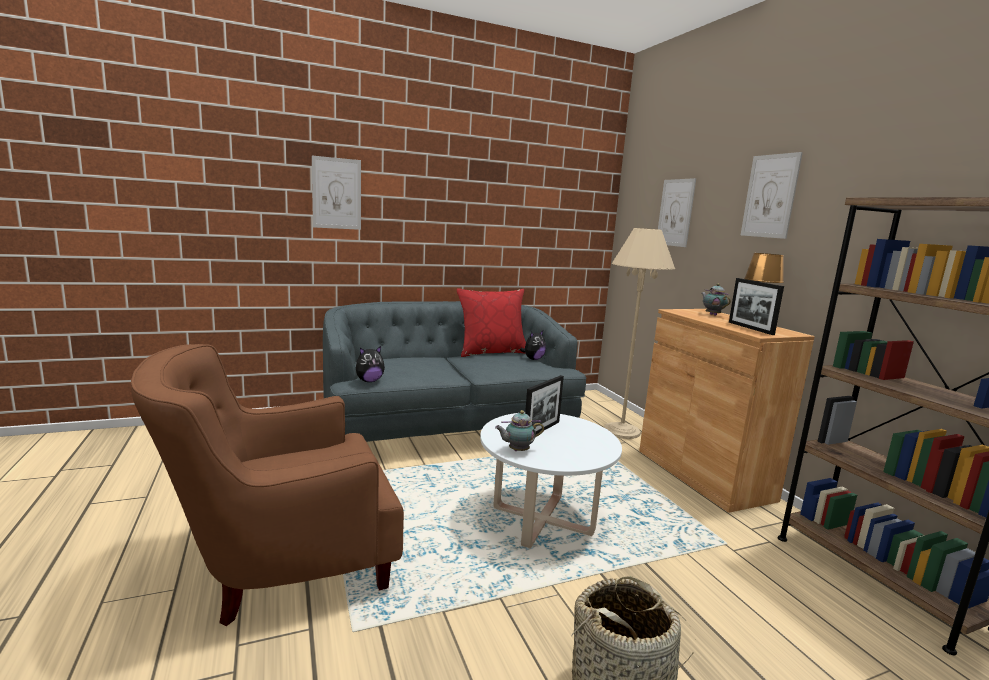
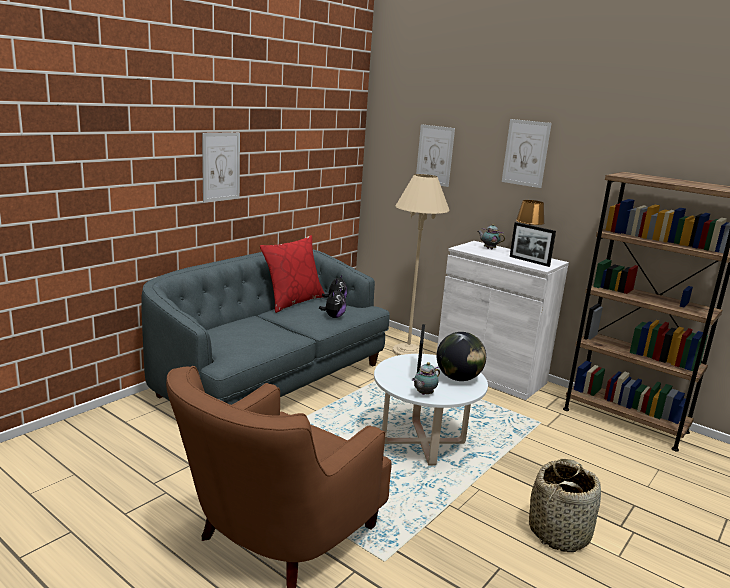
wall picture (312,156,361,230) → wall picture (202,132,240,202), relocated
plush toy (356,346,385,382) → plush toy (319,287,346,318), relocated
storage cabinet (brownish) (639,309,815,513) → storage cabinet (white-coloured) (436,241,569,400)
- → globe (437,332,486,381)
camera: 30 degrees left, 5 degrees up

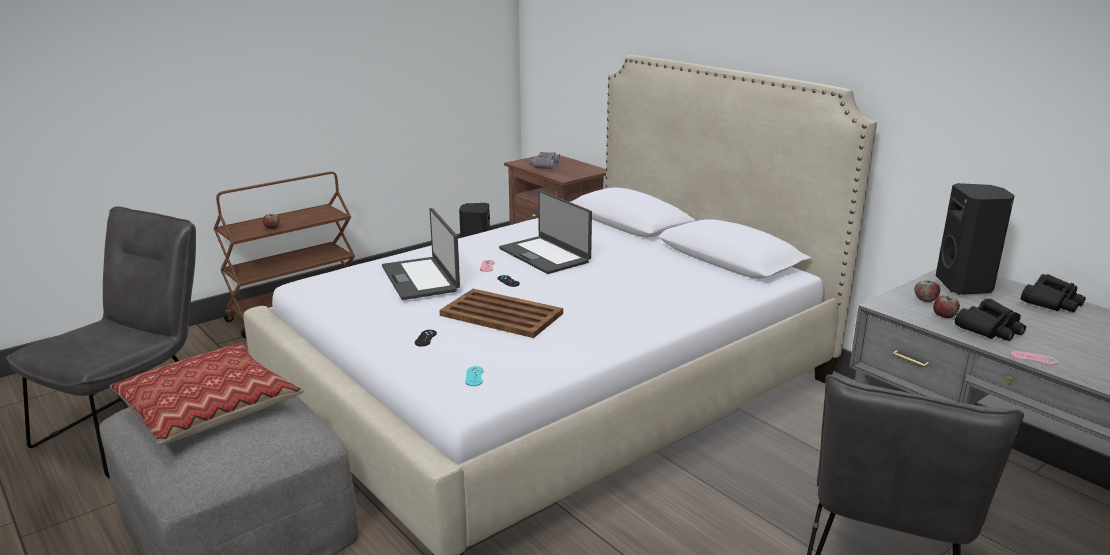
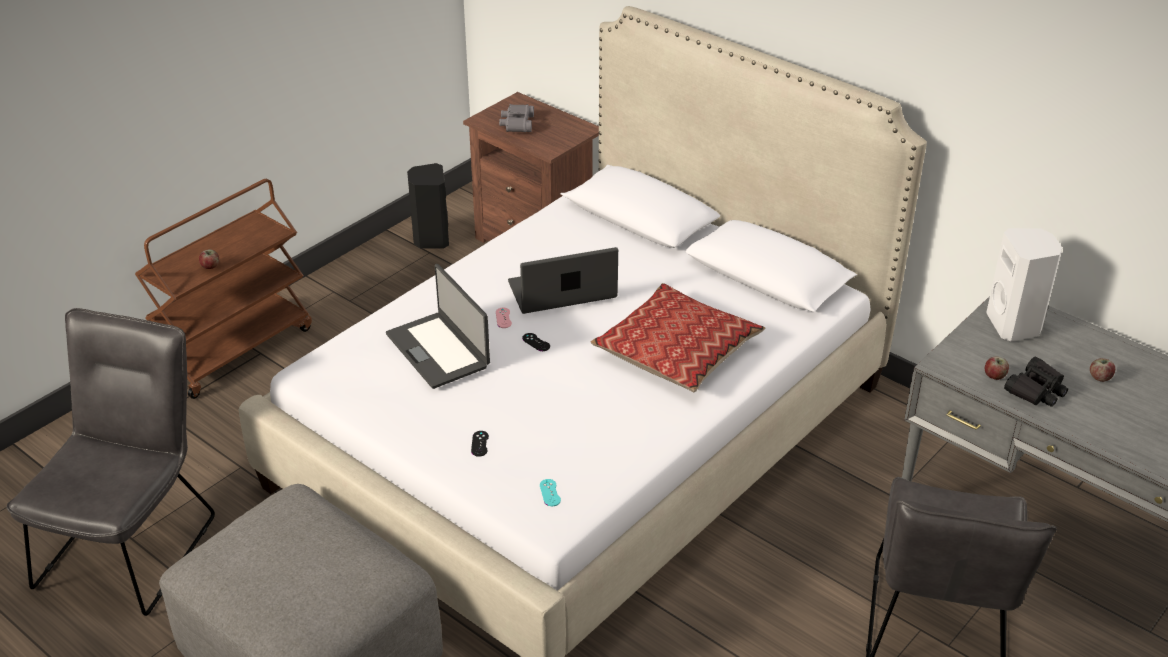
portable computer (499,190,592,274) → portable computer (508,247,618,314), 120 degrees clockwise
throw pillow (110,342,303,446) → throw pillow (591,283,766,392), relocated
speaker (black) (936,183,1015,295) → speaker (white-coloured) (986,228,1062,341)
apple (914,280,940,302) → apple (1090,358,1115,382), relocated
serving tray (brownish) (439,289,563,338) → -
game controller (pinkish) (1011,351,1058,365) → -
field glasses (black) (1021,274,1086,312) → -
camera: 10 degrees left, 15 degrees up

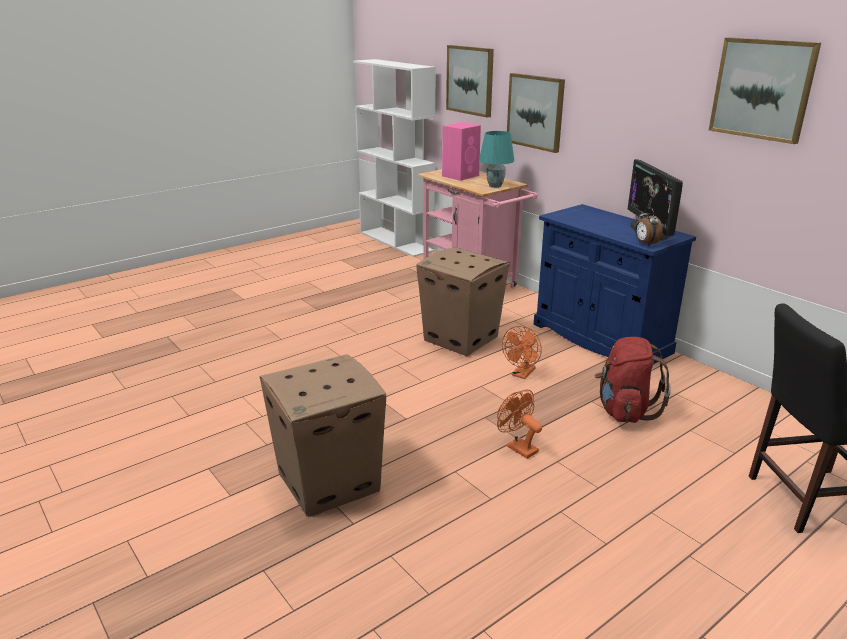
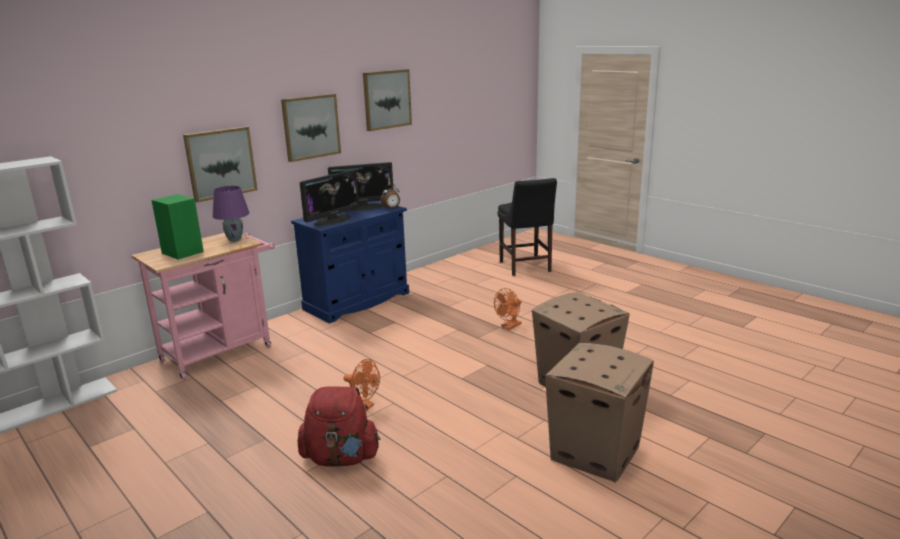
speaker (pinkish) (442,122,481,181) → speaker (greenish) (151,194,204,260)
table lamp (turquoise-coloured) (479,131,514,188) → table lamp (purplish) (213,186,249,242)
wall picture (446,45,494,118) → wall picture (281,94,341,162), relocated
rucksack (reddish) (595,337,671,423) → rucksack (reddish) (298,386,380,467), relocated
- → computer display (300,169,359,226)
fan (orange) (502,326,542,379) → fan (orange) (344,359,380,411), relocated
packing box (416,248,510,356) → packing box (545,343,654,483), relocated
camera: 95 degrees left, 5 degrees down

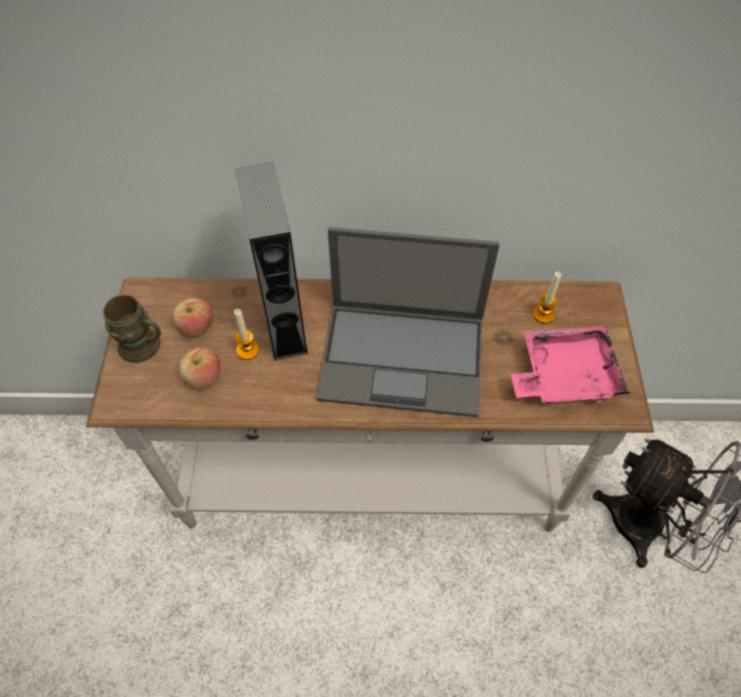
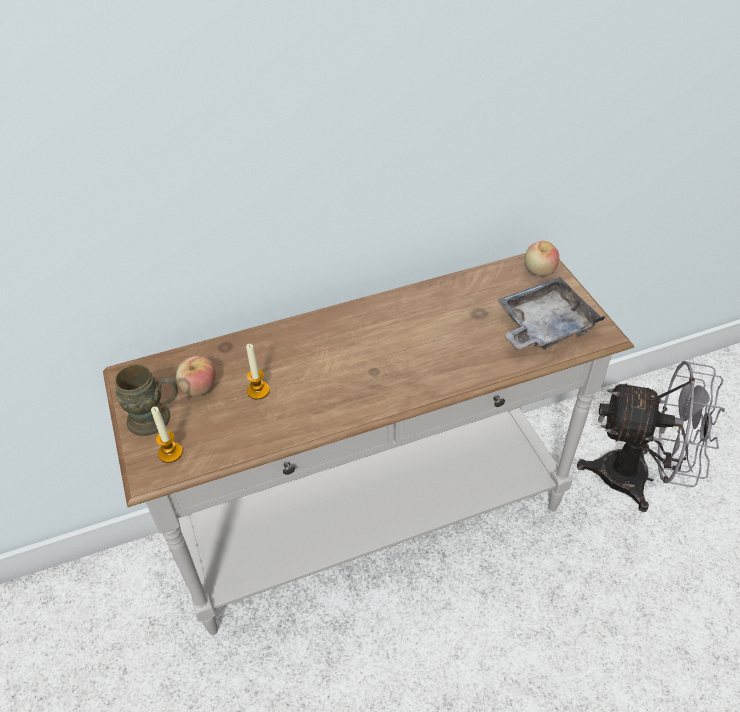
candle (533,272,561,323) → candle (151,407,183,463), relocated
serving tray (pinkish) (511,326,630,404) → serving tray (greyish) (497,277,605,349)
apple (179,347,220,390) → apple (525,241,559,276), relocated
speaker (greyish) (236,162,308,361) → -
portable computer (317,227,500,417) → -
camera: 20 degrees left, 10 degrees down

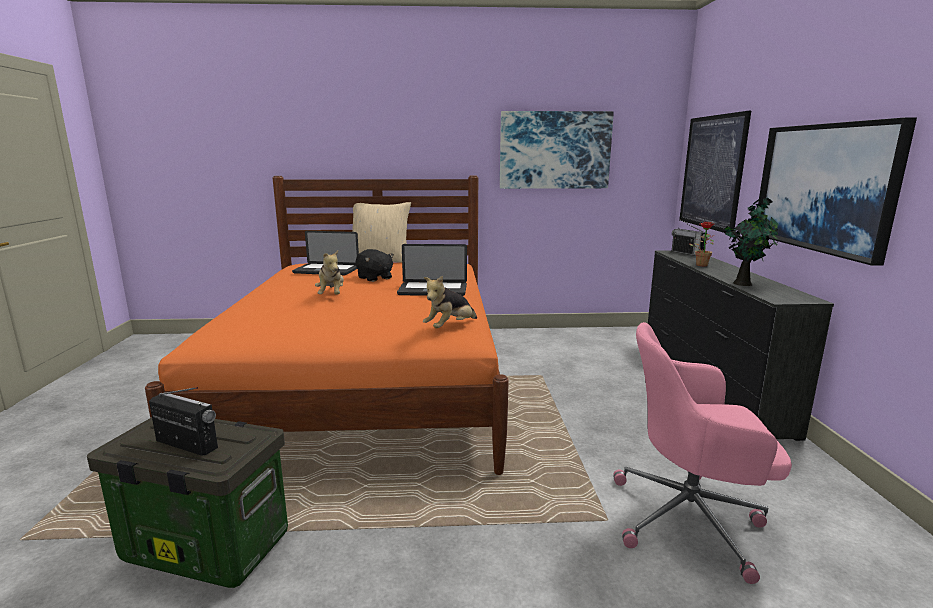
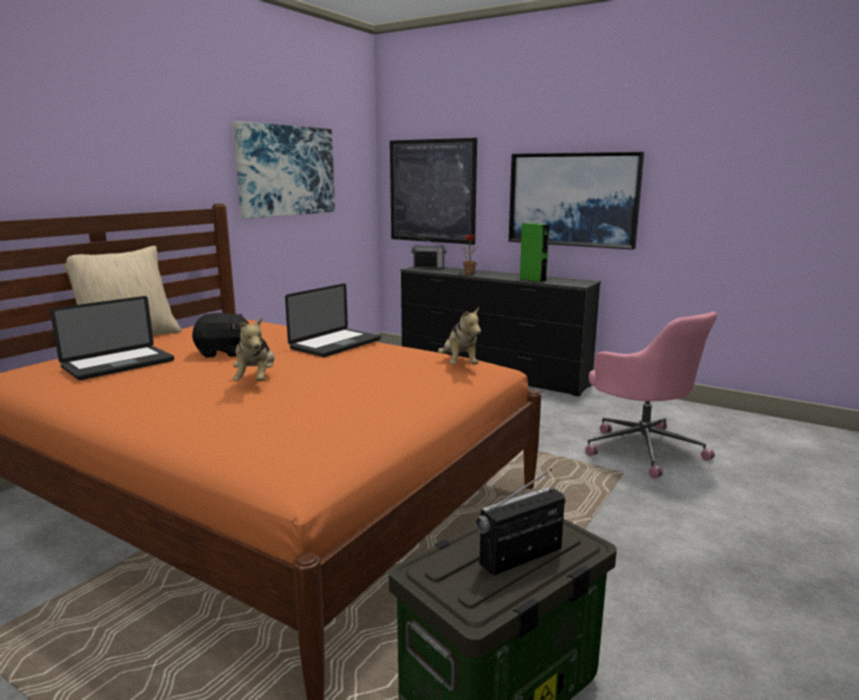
plush toy (315,250,344,294) → plush toy (233,317,275,381), 60 degrees clockwise
potted plant (724,198,778,286) → speaker (greenish) (520,223,549,282)
computer chair (pinkish) (613,322,792,584) → computer chair (pinkish) (585,312,717,478), 75 degrees counterclockwise
camera: 55 degrees left, 0 degrees up

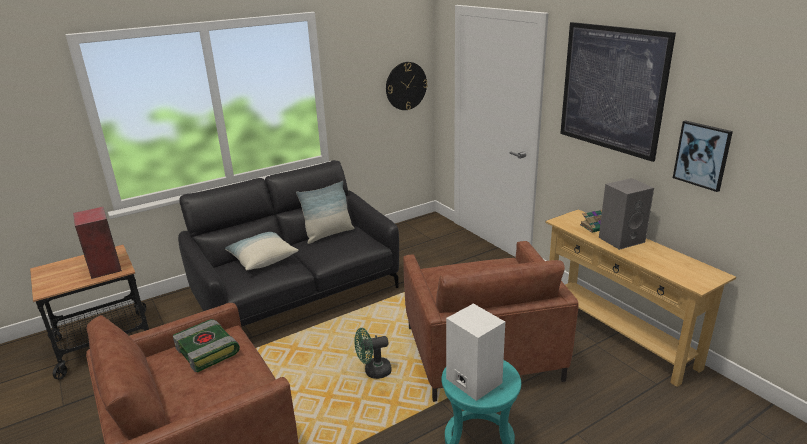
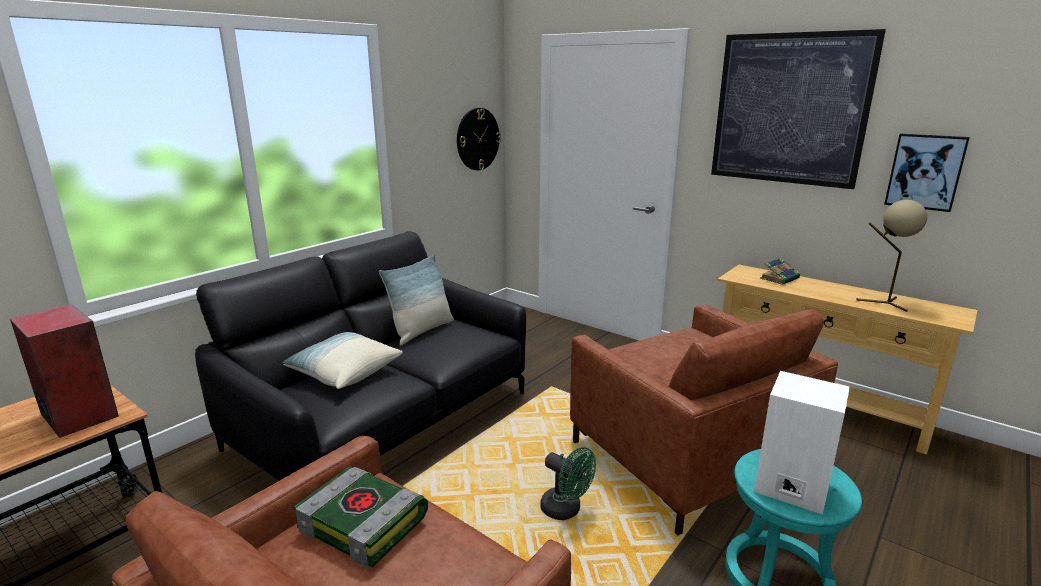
fan (greenish) (354,328,392,379) → fan (greenish) (540,447,596,520), 105 degrees counterclockwise
- → table lamp (beige) (856,200,927,312)
speaker (greyish) (599,178,654,250) → -
camera: 20 degrees left, 5 degrees down

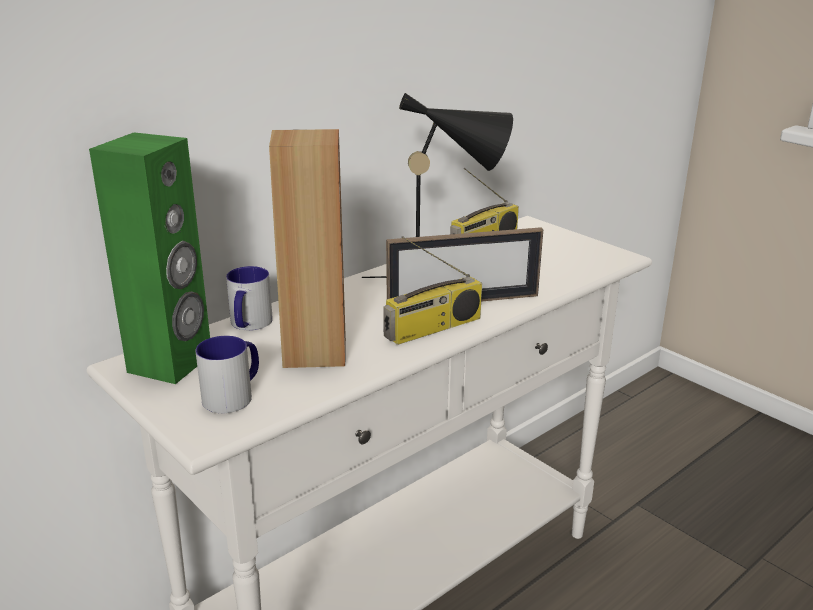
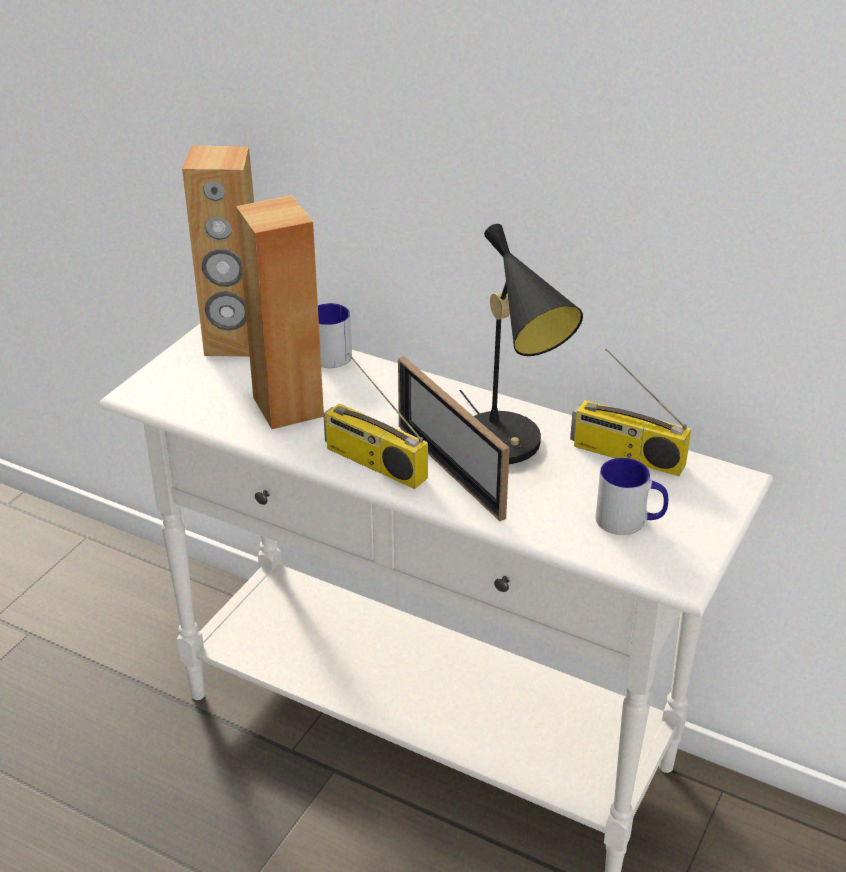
speaker (greenish) (89,132,210,384) → speaker (brownish) (182,146,254,357)
mug (195,336,259,413) → mug (595,458,668,535), relocated
camera: 70 degrees right, 10 degrees up

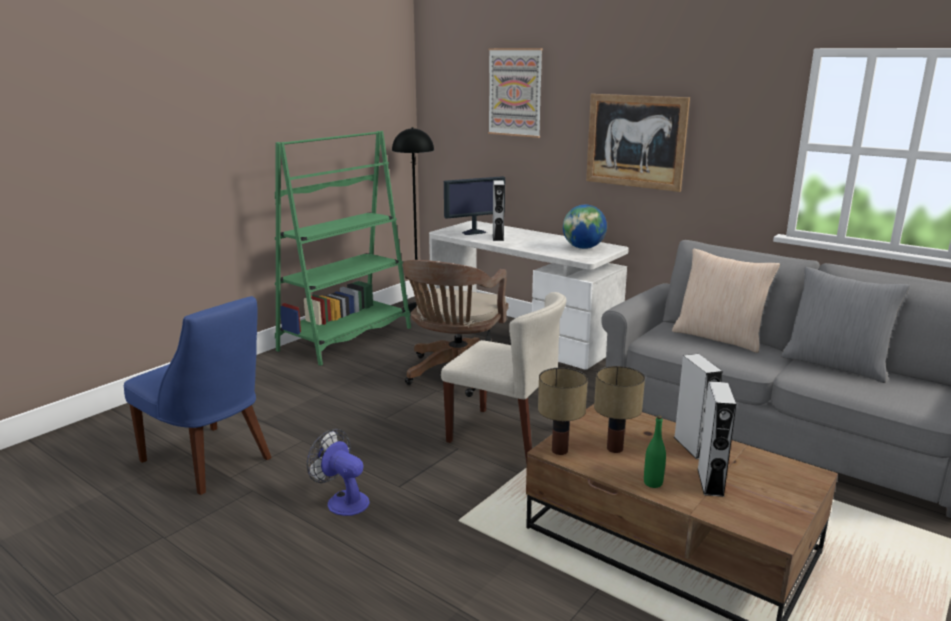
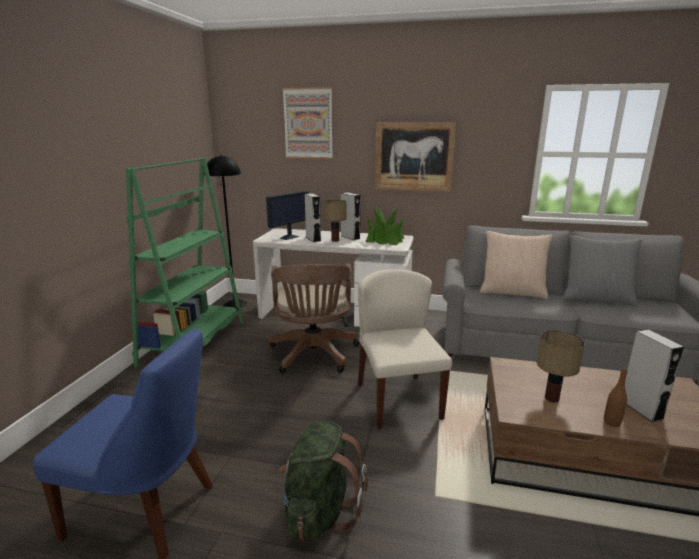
fan (307,429,370,516) → rucksack (greenish) (279,421,368,540)
table lamp (538,368,588,455) → table lamp (323,200,347,242), relocated
speaker (greyish) (674,354,722,459) → speaker (greyish) (341,192,360,240), relocated
upright chair (beige) (441,292,567,464) → upright chair (beige) (358,269,452,429), 105 degrees counterclockwise
globe (563,205,607,249) → potted plant (365,206,404,245)
bottle (greenish) (644,415,666,488) → bottle (brownish) (604,368,627,427)
camera: 25 degrees left, 0 degrees up

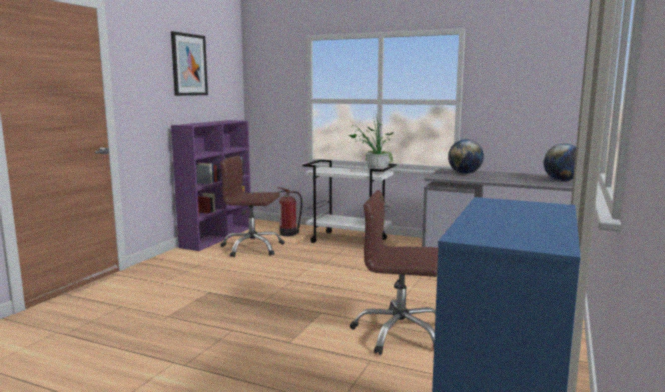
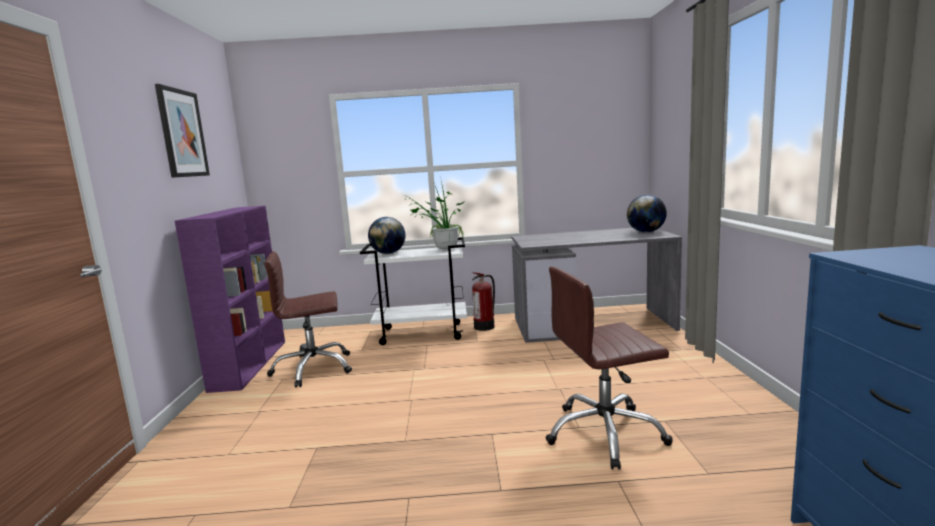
globe (448,139,484,174) → globe (368,217,405,254), relocated
fire-fighting cylinder (277,187,302,236) → fire-fighting cylinder (472,272,495,331), relocated
camera: 25 degrees left, 0 degrees up

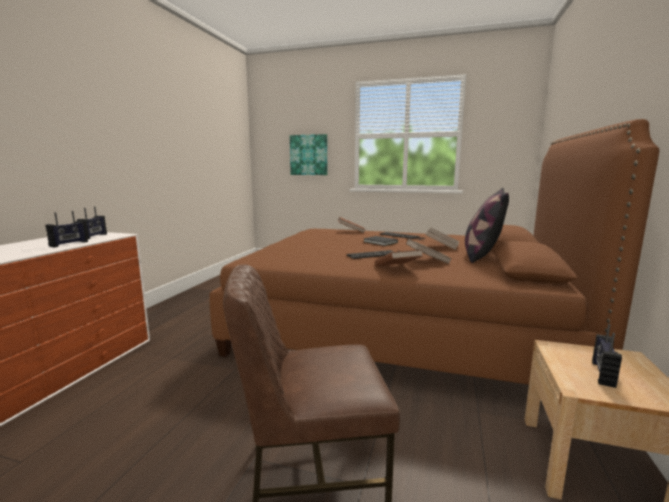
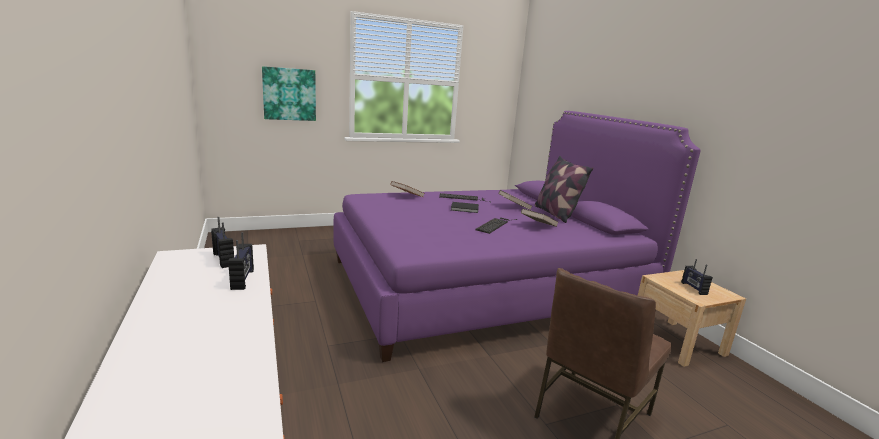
sleeping bed (brownish) (209,119,659,385) → sleeping bed (purplish) (333,111,701,362)
book (brownish) (375,250,423,266) → -
camera: 40 degrees left, 5 degrees up

